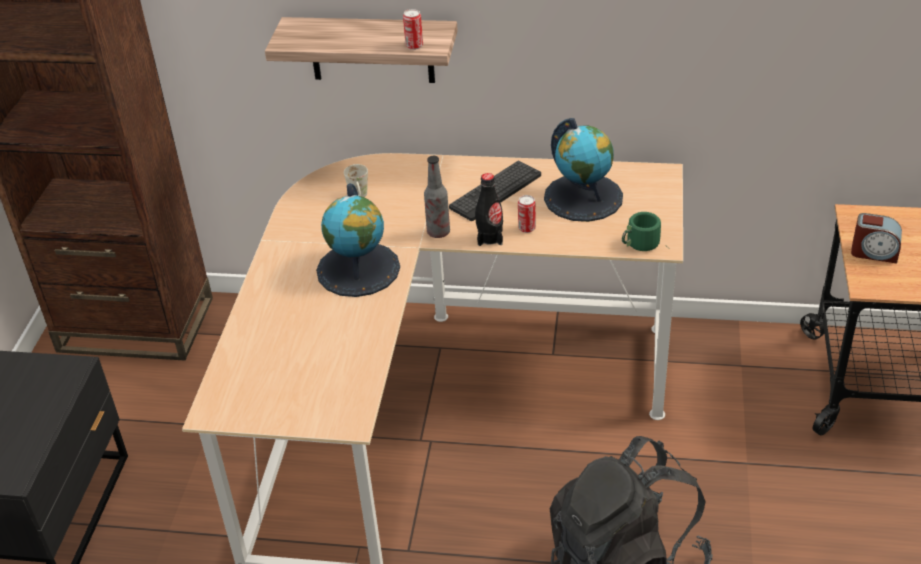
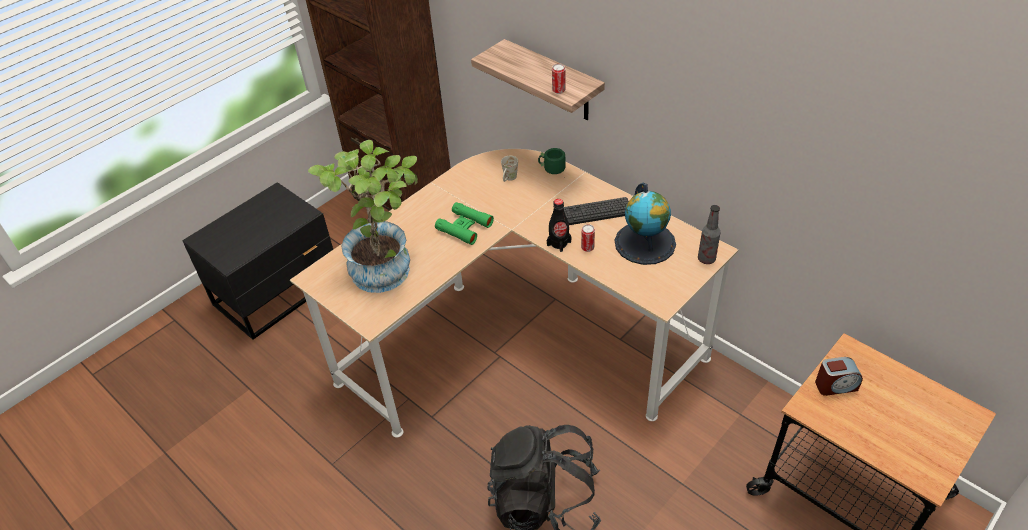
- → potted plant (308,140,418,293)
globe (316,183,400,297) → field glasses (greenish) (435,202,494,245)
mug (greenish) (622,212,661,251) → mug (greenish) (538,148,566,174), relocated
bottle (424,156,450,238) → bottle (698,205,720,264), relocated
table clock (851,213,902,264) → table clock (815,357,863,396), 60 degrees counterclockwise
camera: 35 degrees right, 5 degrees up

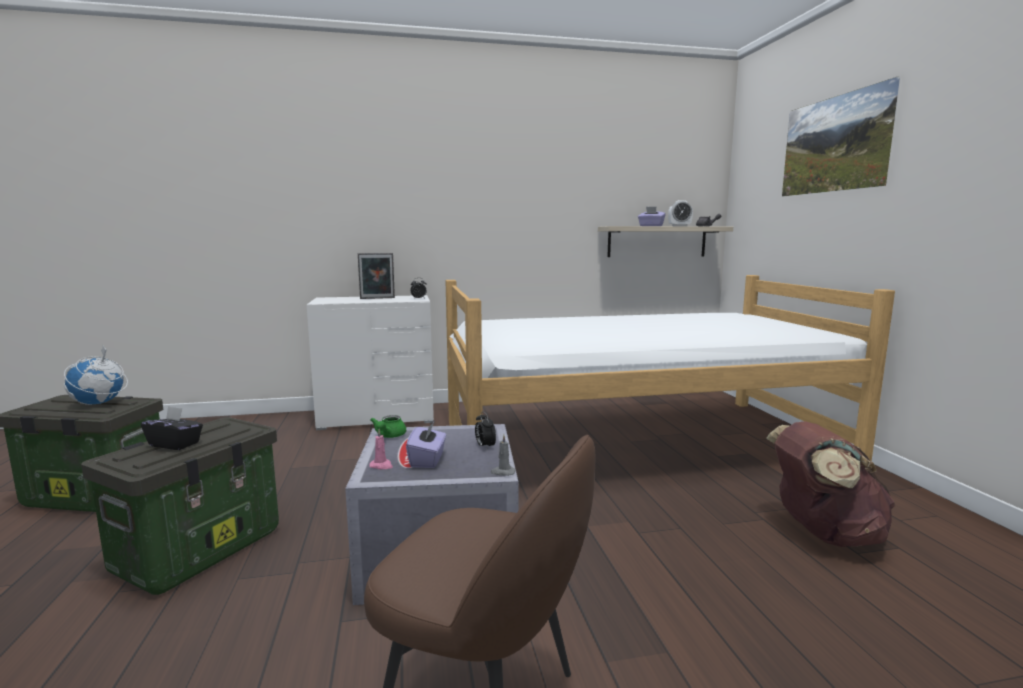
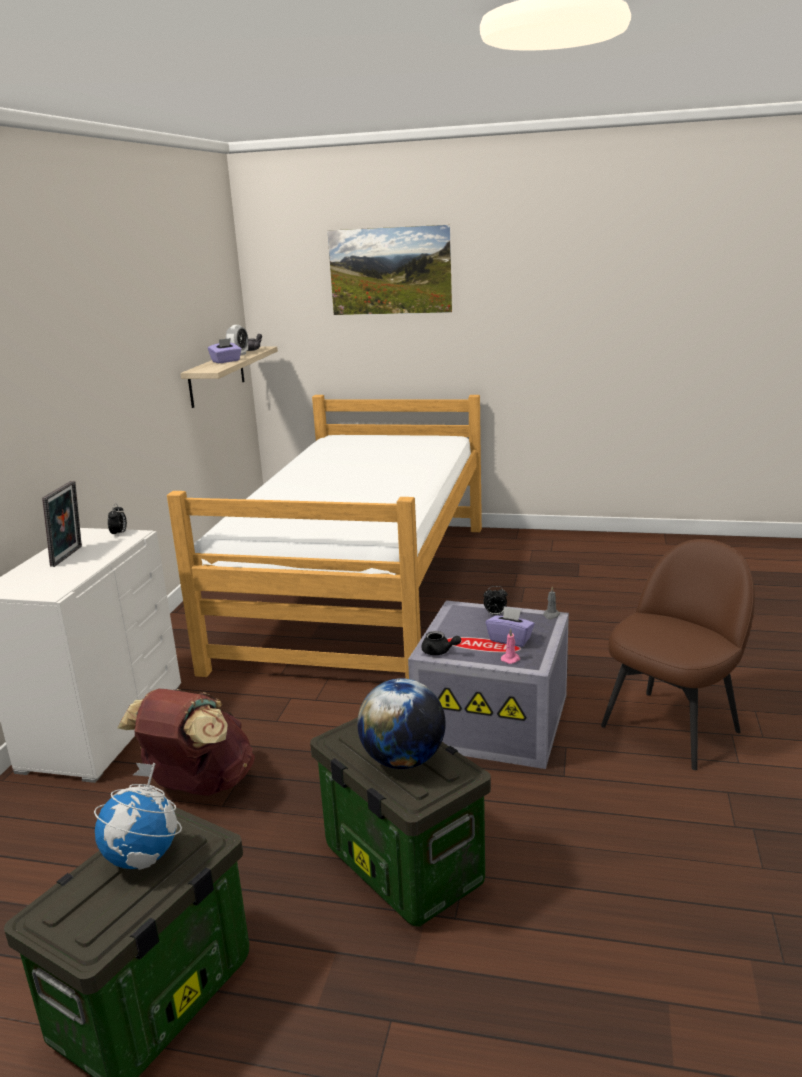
rucksack (brownish) (766,421,896,547) → rucksack (brownish) (117,689,255,796), relocated
tissue box (black) (141,406,203,450) → globe (357,678,446,769)
teapot (greenish) (370,415,406,438) → teapot (black) (421,631,461,655)
camera: 65 degrees left, 10 degrees up

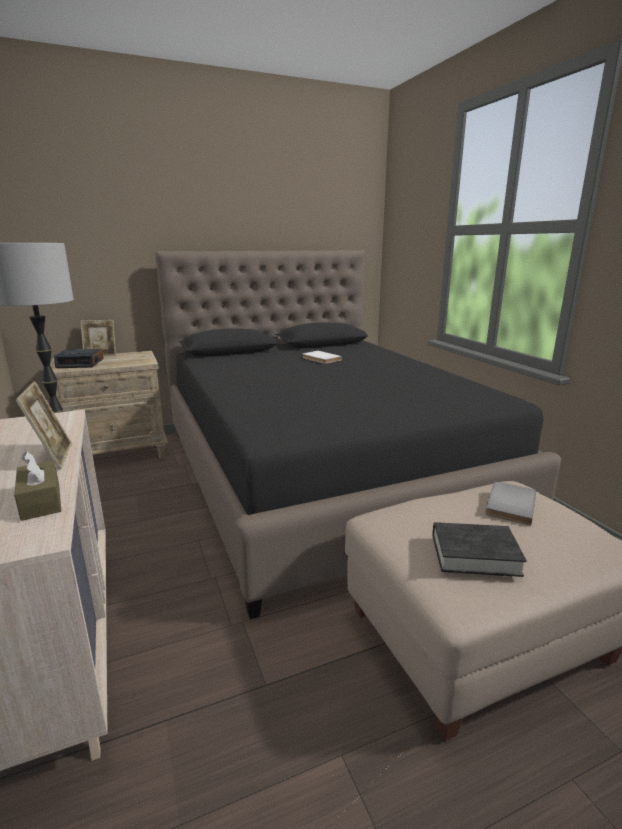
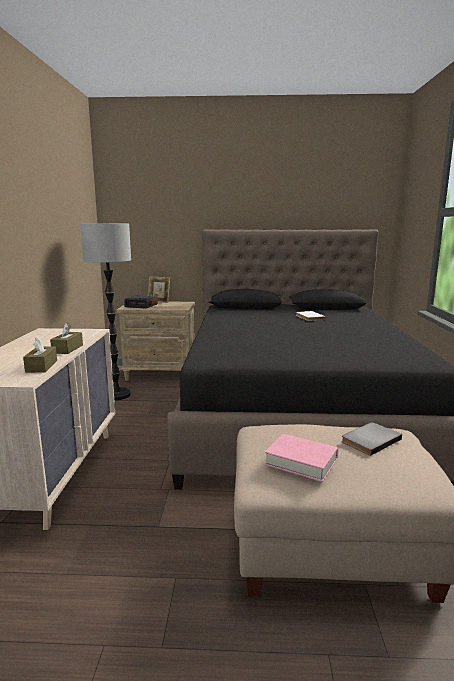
standing frame (15,381,72,469) → tissue box (brownish) (50,322,83,354)
book (black) (433,522,527,577) → book (pinkish) (265,434,338,482)
camera: 25 degrees right, 5 degrees down

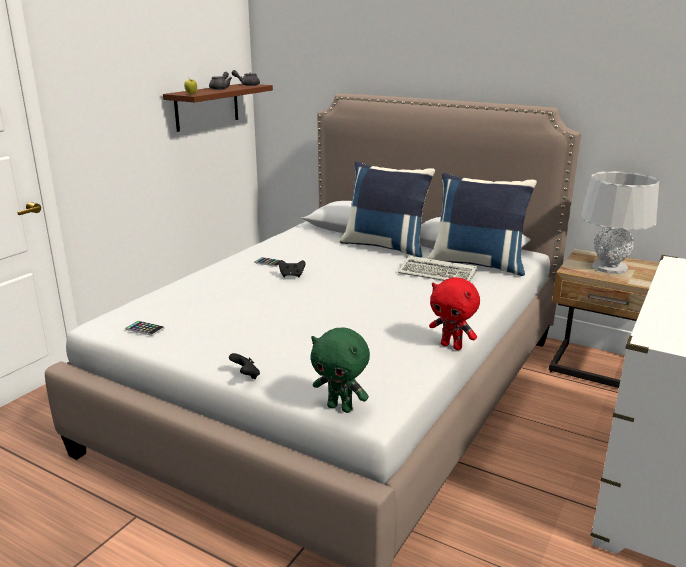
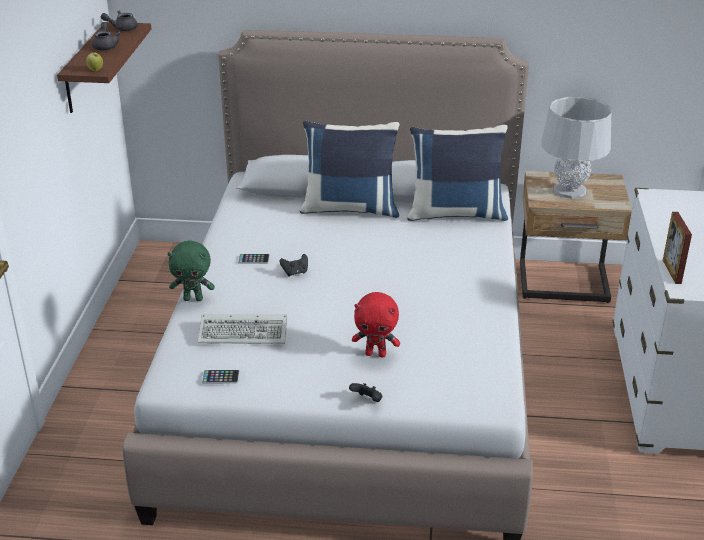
plush toy (greenish) (311,328,370,413) → plush toy (greenish) (168,240,215,301), relocated
PC keyboard (398,256,477,282) → PC keyboard (198,314,287,344), relocated
plush toy (reddish) (429,277,480,350) → plush toy (reddish) (352,292,400,357), relocated
- → standing frame (663,212,692,284)
camera: 25 degrees left, 10 degrees up

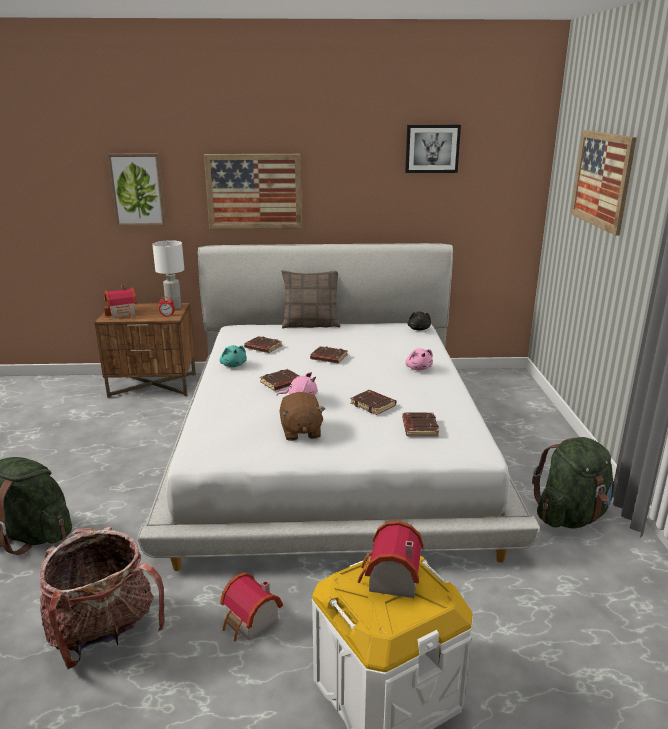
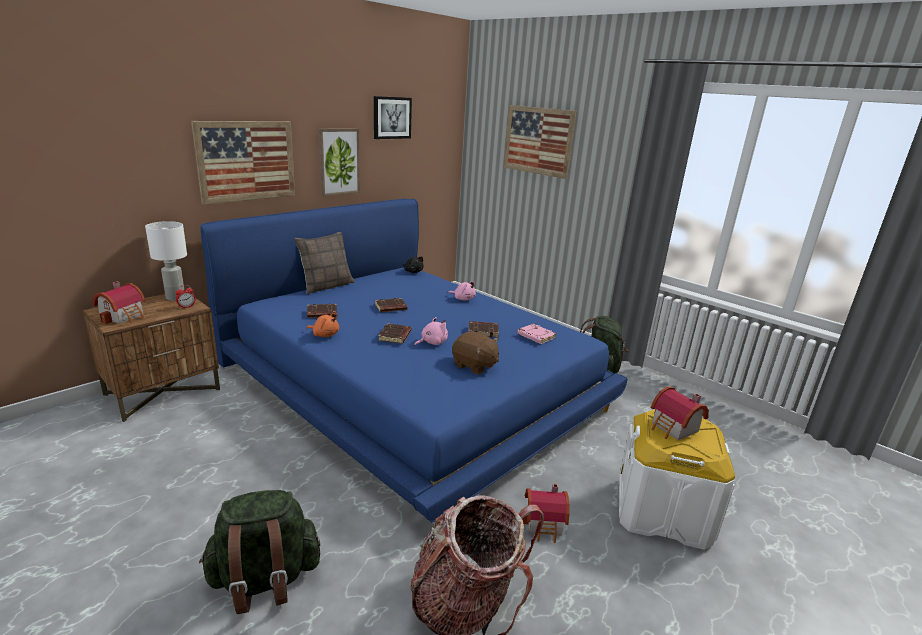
sleeping bed (white-coloured) (138,243,540,571) → sleeping bed (blue-coloured) (200,199,628,522)
plush toy (turquoise-coloured) (220,345,247,367) → plush toy (orange) (306,313,339,337)
wall picture (107,154,166,226) → wall picture (318,128,360,196), relocated
book (brownish) (402,412,439,437) → book (pinkish) (517,324,556,344)
camera: 45 degrees left, 0 degrees up

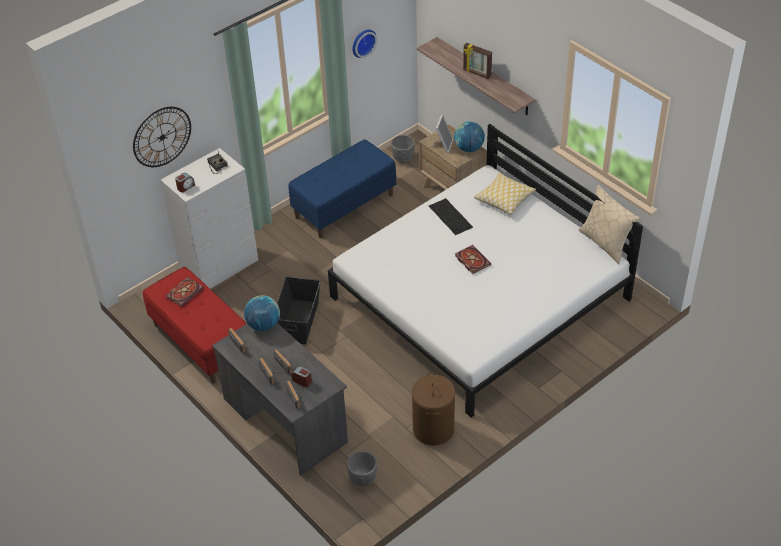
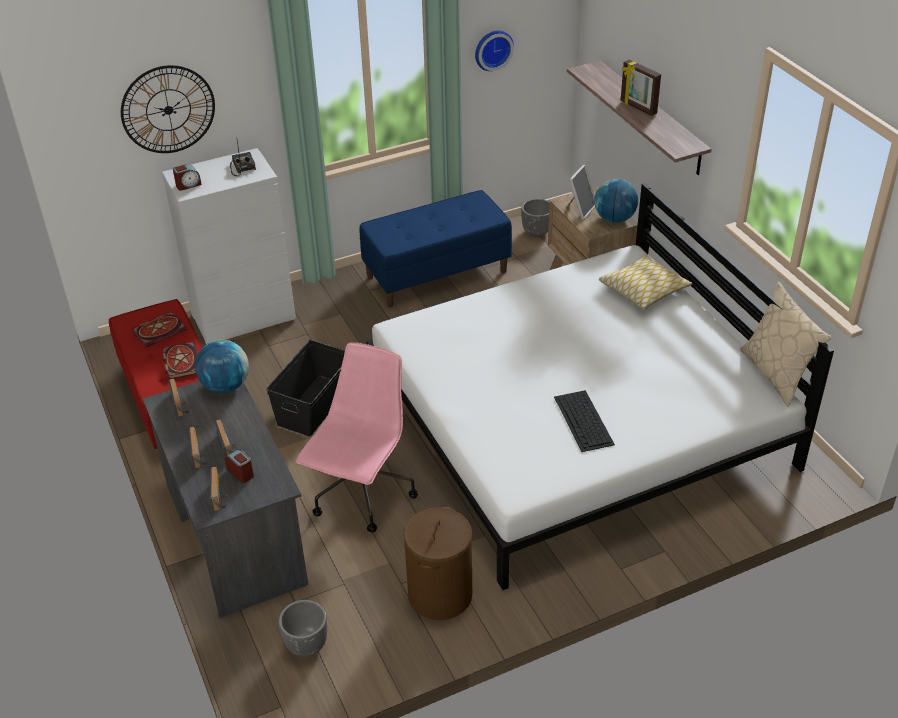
book (455,245,491,274) → book (162,342,198,379), relocated
- → computer chair (pinkish) (296,342,418,533)
PC keyboard (429,198,473,235) → PC keyboard (554,390,615,452), relocated
camera: 15 degrees right, 5 degrees down

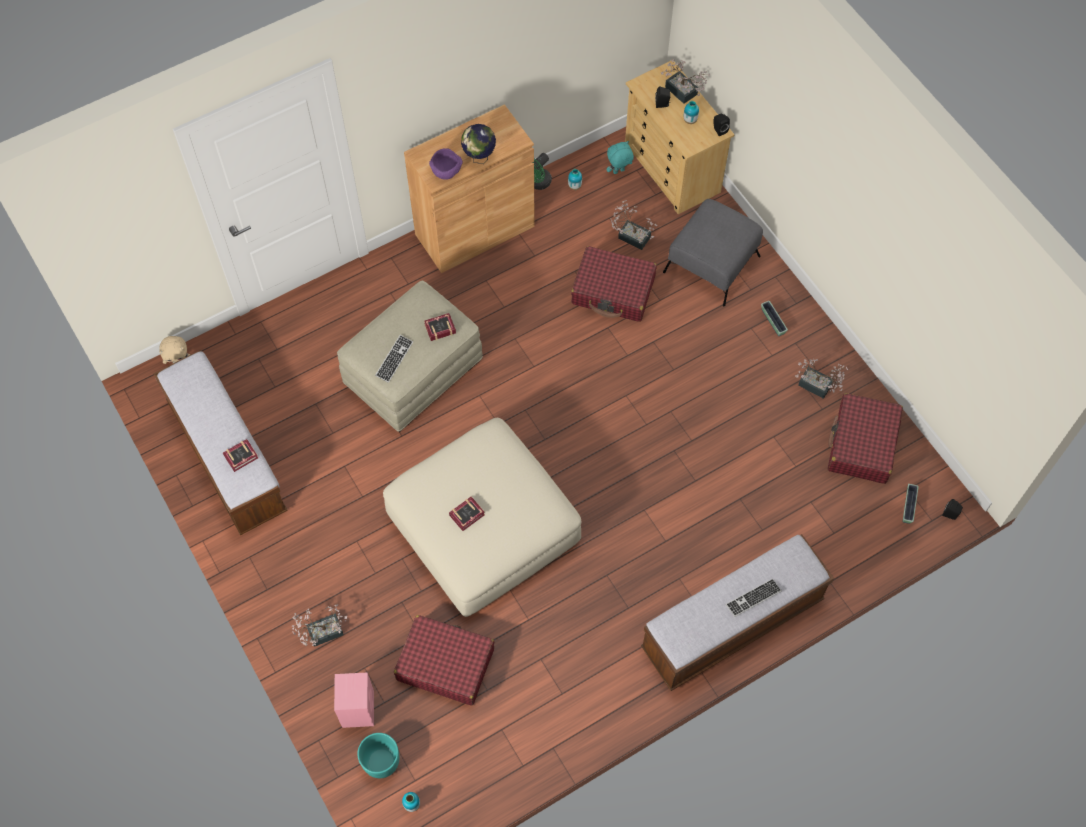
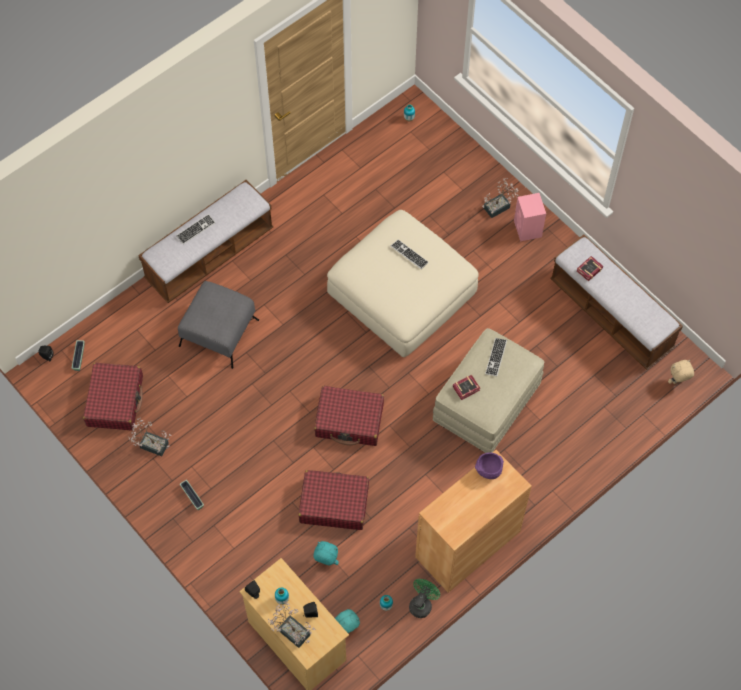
pouffe (greyish) (663,199,763,306) → pouffe (greyish) (178,281,259,369), relocated
travel case (reddish) (394,615,494,706) → travel case (reddish) (314,386,384,446), relocated
potted plant (611,200,658,250) → plush toy (turquoise-coloured) (314,541,339,565)
book (449,497,485,531) → PC keyboard (391,240,429,269)
speaker (pinkish) (334,673,374,728) → speaker (pinkish) (514,193,546,241), relocated
flower pot (turquoise-coloured) (357,733,399,778) → -
globe (461,124,496,164) → -
camera: 170 degrees right, 0 degrees up

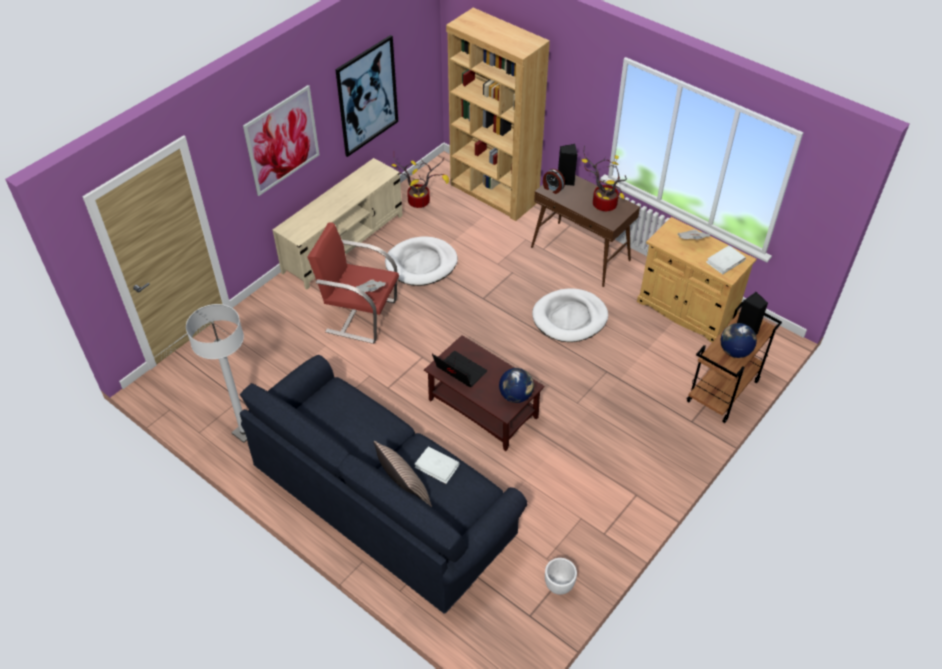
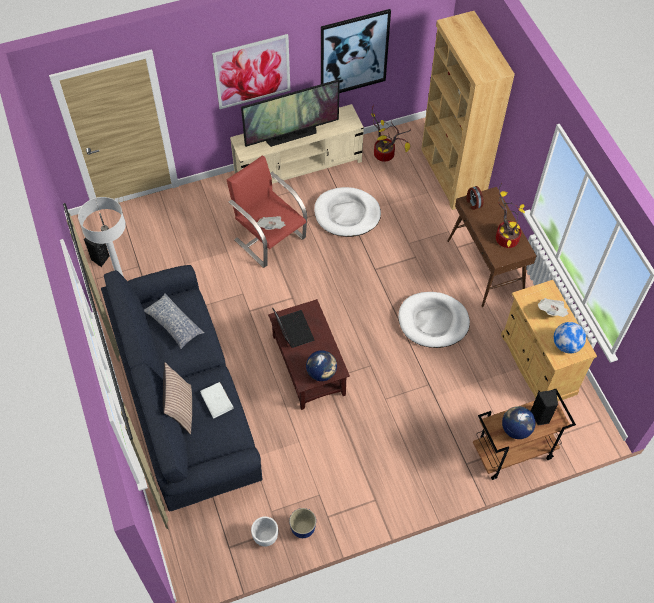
speaker (black) (558,144,577,186) → speaker (black) (84,237,110,267), relocated
- → throw pillow (144,293,205,349)
- → television (241,79,340,147)
- → flower pot (289,508,316,538)
book (white-coloured) (706,245,746,274) → globe (554,322,586,353)
camera: 30 degrees right, 10 degrees up

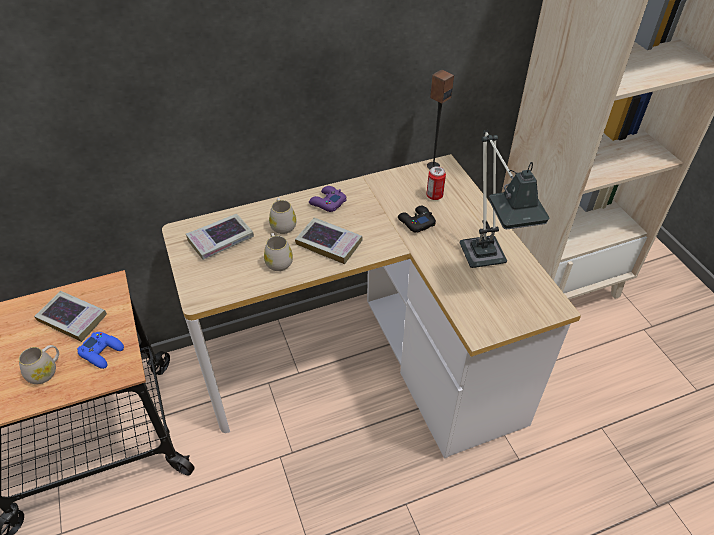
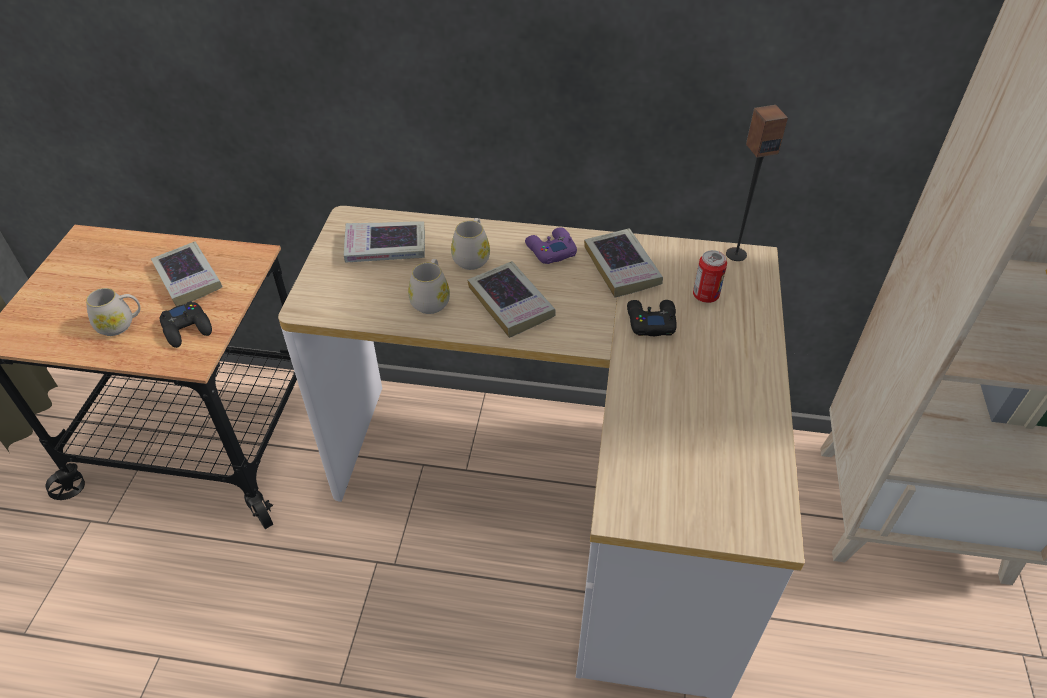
game controller (blue-coloured) (77,332,124,369) → game controller (black) (160,301,212,348)
- → book (584,228,663,298)
table lamp (460,130,550,268) → -
camera: 30 degrees right, 0 degrees up

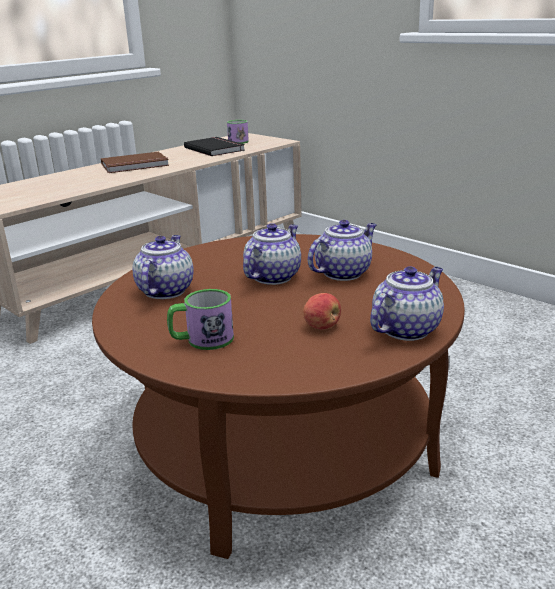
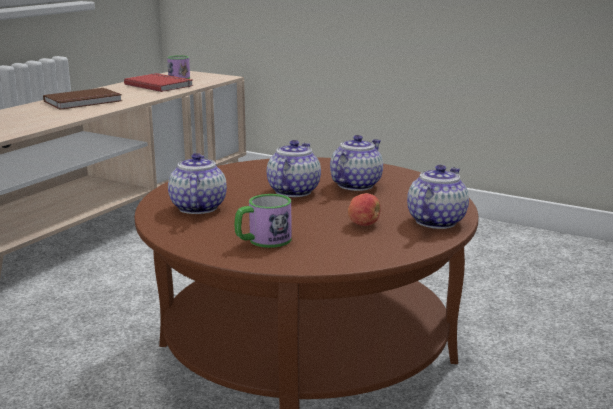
book (black) (184,137,245,156) → book (reddish) (124,73,193,92)
camera: 15 degrees left, 5 degrees down

